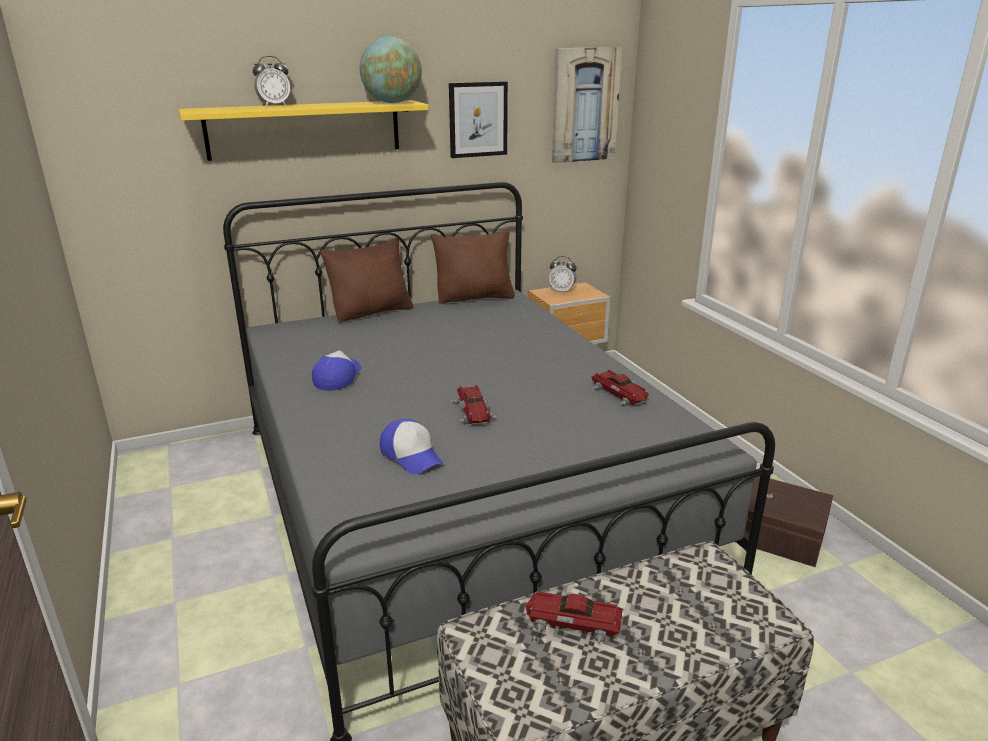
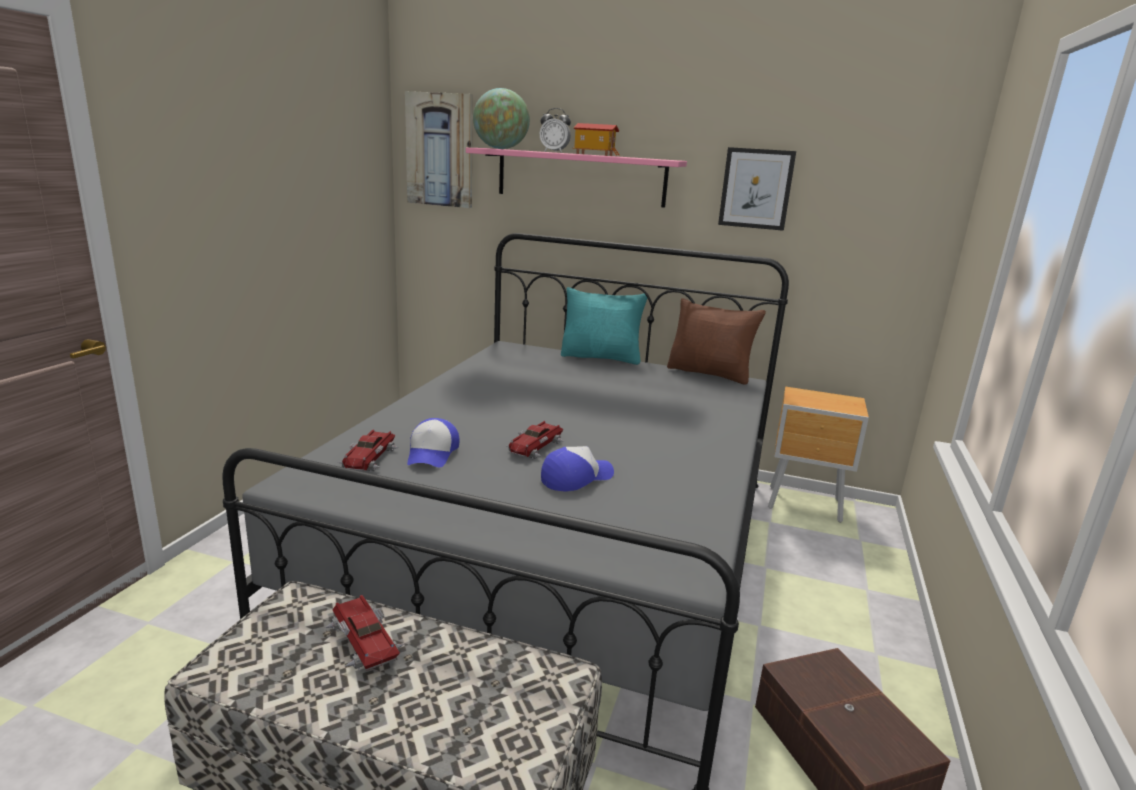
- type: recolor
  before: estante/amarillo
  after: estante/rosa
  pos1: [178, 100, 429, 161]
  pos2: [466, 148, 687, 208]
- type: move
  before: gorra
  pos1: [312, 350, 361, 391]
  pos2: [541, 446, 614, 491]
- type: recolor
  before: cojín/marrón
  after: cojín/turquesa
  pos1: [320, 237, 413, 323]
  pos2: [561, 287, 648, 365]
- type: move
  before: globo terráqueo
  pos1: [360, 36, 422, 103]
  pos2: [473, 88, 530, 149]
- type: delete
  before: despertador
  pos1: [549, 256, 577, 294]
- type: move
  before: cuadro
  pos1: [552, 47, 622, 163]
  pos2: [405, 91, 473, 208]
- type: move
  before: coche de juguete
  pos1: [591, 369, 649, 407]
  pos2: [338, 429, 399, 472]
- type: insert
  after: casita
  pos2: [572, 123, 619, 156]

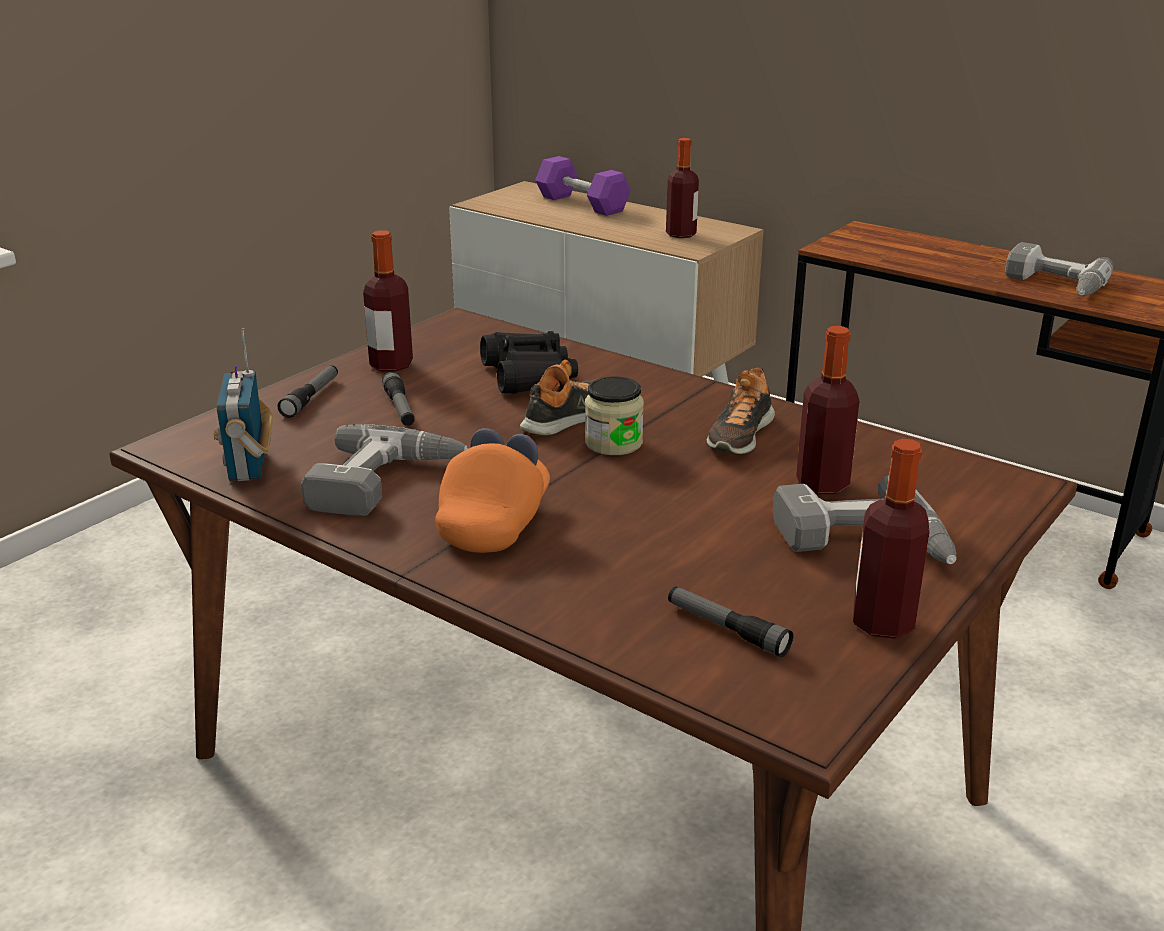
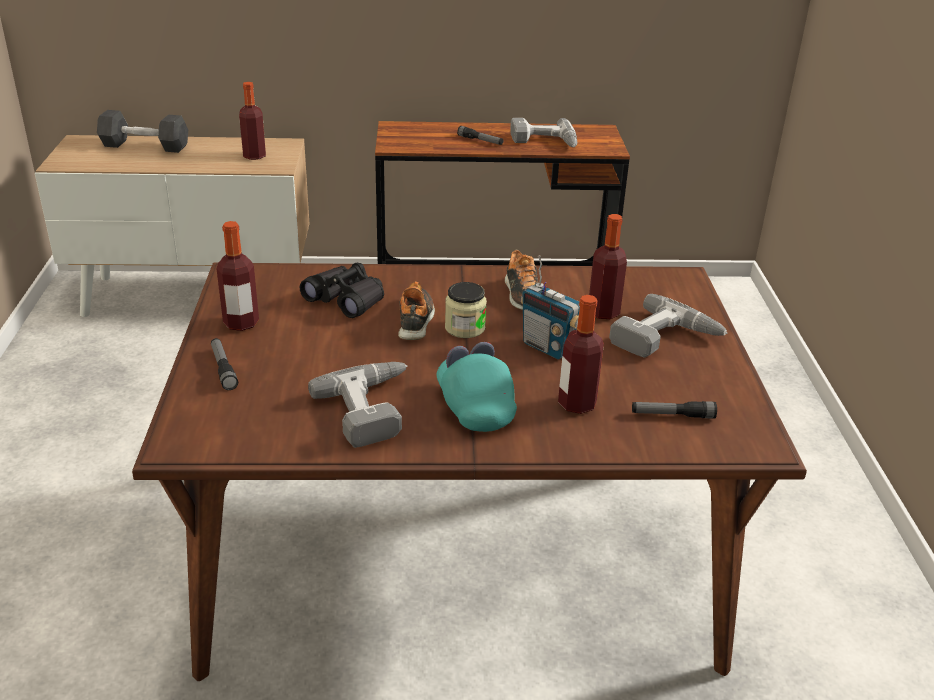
- type: move
  before: radio
  pos1: [213, 328, 273, 481]
  pos2: [521, 255, 580, 360]
- type: move
  before: linterna
  pos1: [382, 372, 415, 426]
  pos2: [457, 126, 504, 145]
- type: recolor
  before: gorra/naranja
  after: gorra/turquesa
  pos1: [435, 428, 550, 553]
  pos2: [436, 342, 517, 432]
- type: recolor
  before: mancuerna/morado
  after: mancuerna/negro
  pos1: [535, 156, 631, 216]
  pos2: [97, 110, 188, 153]
- type: move
  before: botella
  pos1: [853, 439, 930, 639]
  pos2: [558, 295, 604, 414]

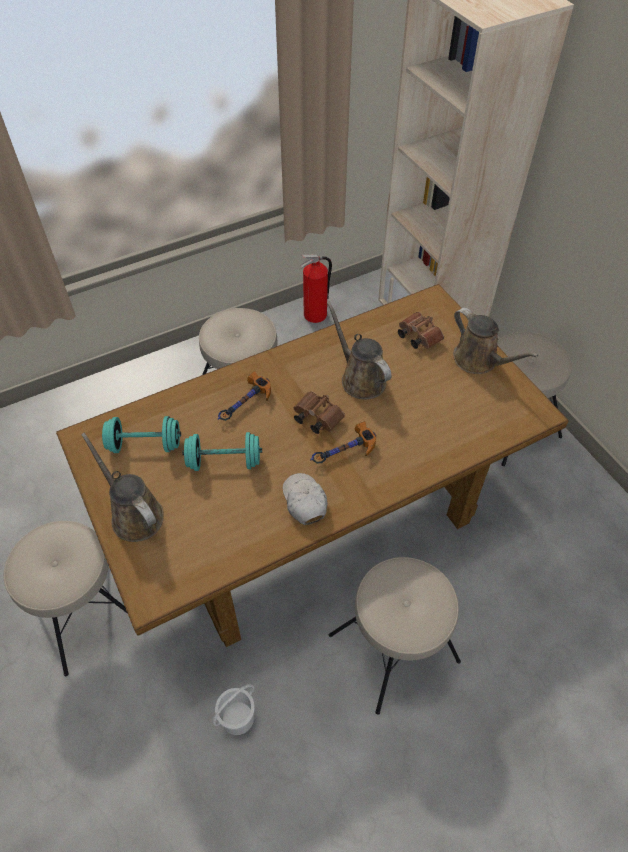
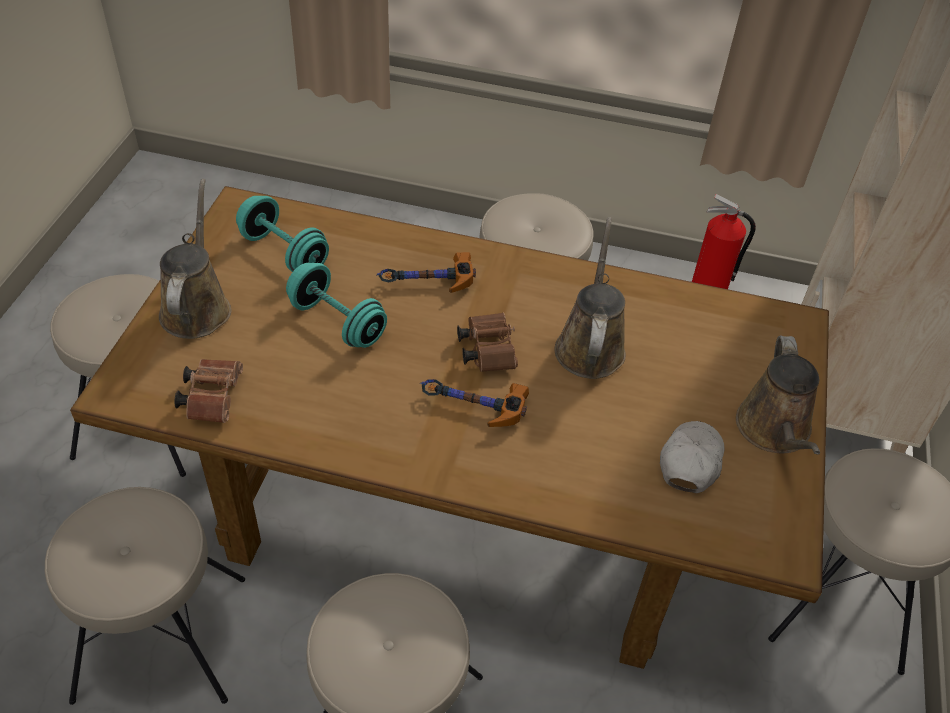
- type: replace
  before: cubo/blanco
  after: taburete/beis
  pos1: [212, 684, 255, 735]
  pos2: [45, 487, 245, 705]
- type: move
  before: gorra/blanco
  pos1: [283, 473, 327, 525]
  pos2: [660, 421, 725, 493]
- type: move
  before: prismáticos/marrón
  pos1: [398, 312, 444, 349]
  pos2: [174, 359, 243, 423]

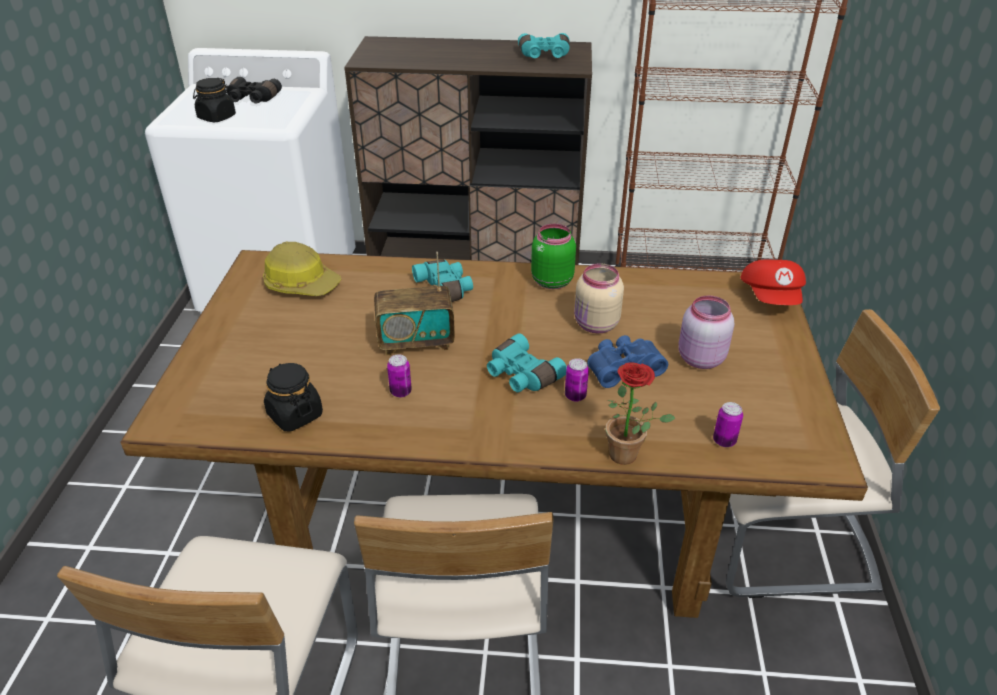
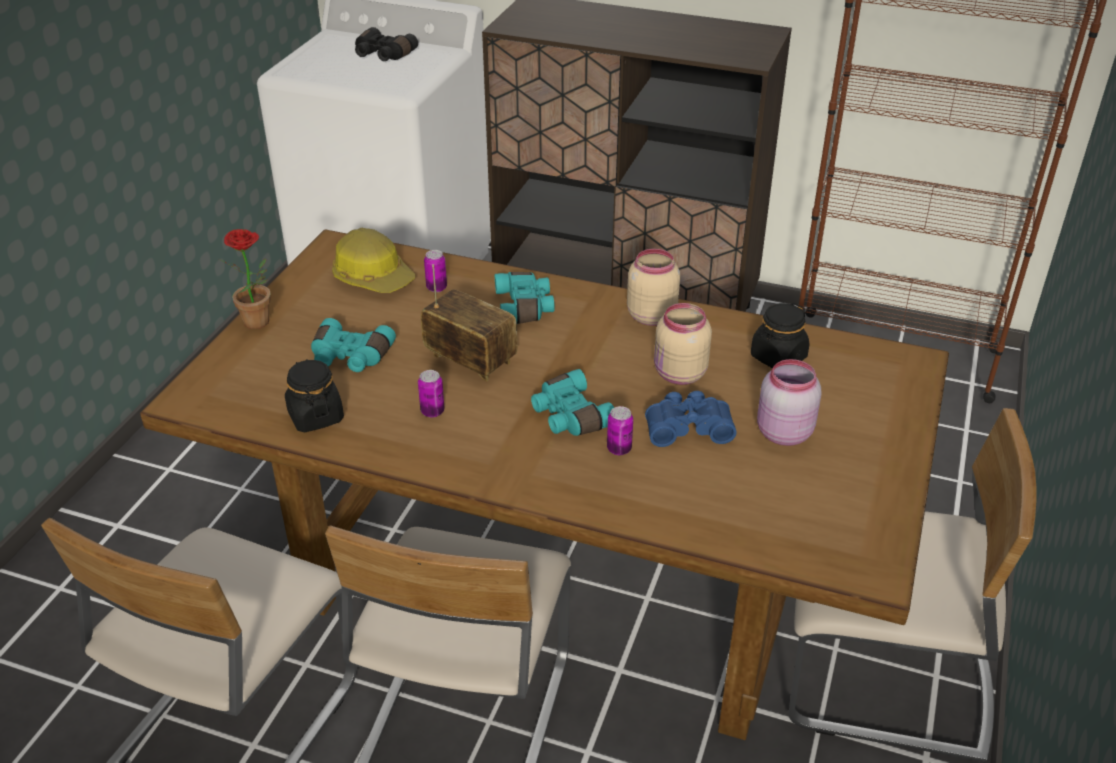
- type: move
  before: tarro/negro
  pos1: [193, 78, 236, 122]
  pos2: [751, 303, 810, 368]
- type: rotate
  before: radio
  pos1: [374, 252, 455, 355]
  pos2: [421, 264, 517, 381]
  turn: -150
- type: move
  before: prismáticos/turquesa
  pos1: [518, 33, 570, 58]
  pos2: [311, 318, 396, 372]
- type: recolor
  before: tarro/verde
  after: tarro/beis
  pos1: [531, 224, 576, 289]
  pos2: [627, 249, 680, 326]
- type: move
  before: planta en maceta
  pos1: [605, 363, 676, 465]
  pos2: [219, 229, 271, 329]
- type: move
  before: lata
  pos1: [713, 402, 743, 447]
  pos2: [424, 250, 447, 292]
- type: delete
  before: gorra/rojo
  pos1: [740, 259, 806, 305]

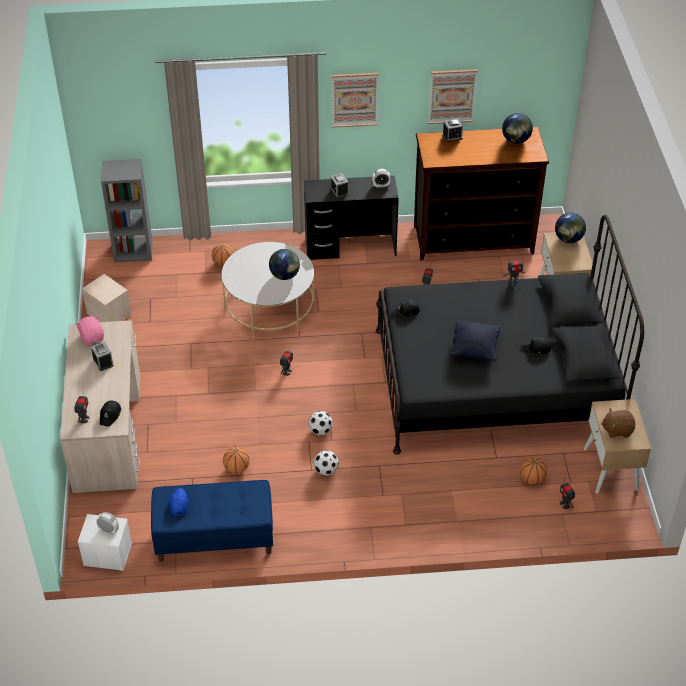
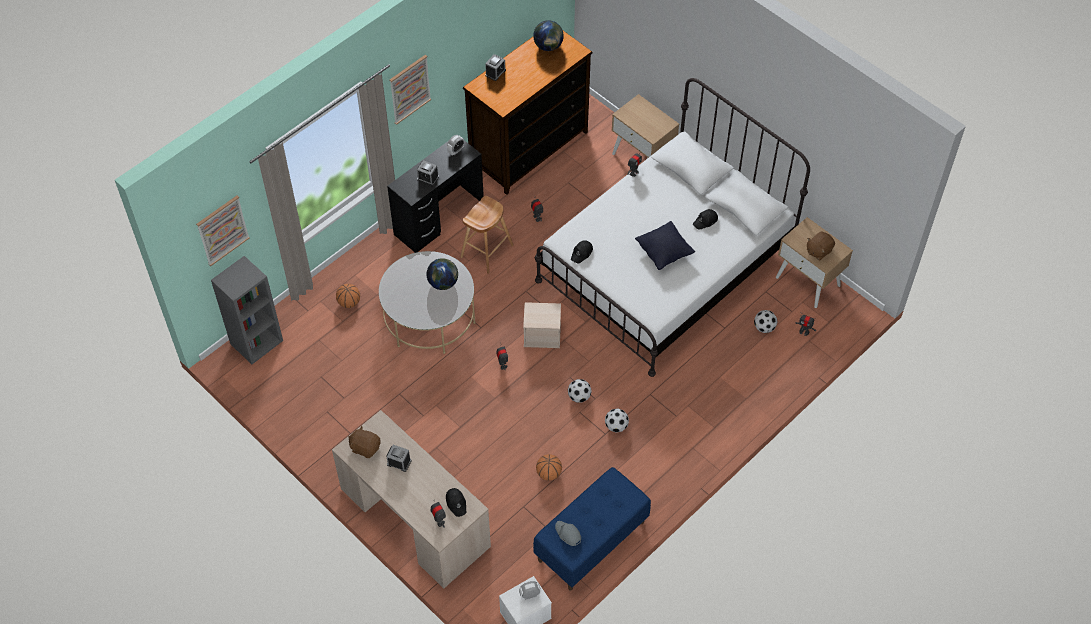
- type: recolor
  before: peluche/rosa
  after: peluche/marrón
  pos1: [75, 316, 104, 345]
  pos2: [348, 426, 381, 458]
- type: move
  before: caja de almacenaje/beis
  pos1: [82, 274, 132, 322]
  pos2: [523, 302, 561, 348]
- type: recolor
  before: gorra/azul
  after: gorra/gris
  pos1: [169, 488, 189, 516]
  pos2: [555, 521, 581, 546]
- type: recolor
  before: cama/negro
  after: cama/blanco
  pos1: [376, 215, 644, 455]
  pos2: [535, 78, 810, 377]
- type: move
  before: cuadro
  pos1: [428, 69, 478, 124]
  pos2: [196, 196, 250, 266]
- type: replace
  before: balón de baloncesto
  after: balón de fútbol
  pos1: [520, 458, 547, 485]
  pos2: [754, 310, 777, 333]
- type: delete
  before: globo terráqueo
  pos1: [555, 213, 586, 243]
- type: insert
  after: taburete/marrón
  pos2: [460, 196, 514, 274]

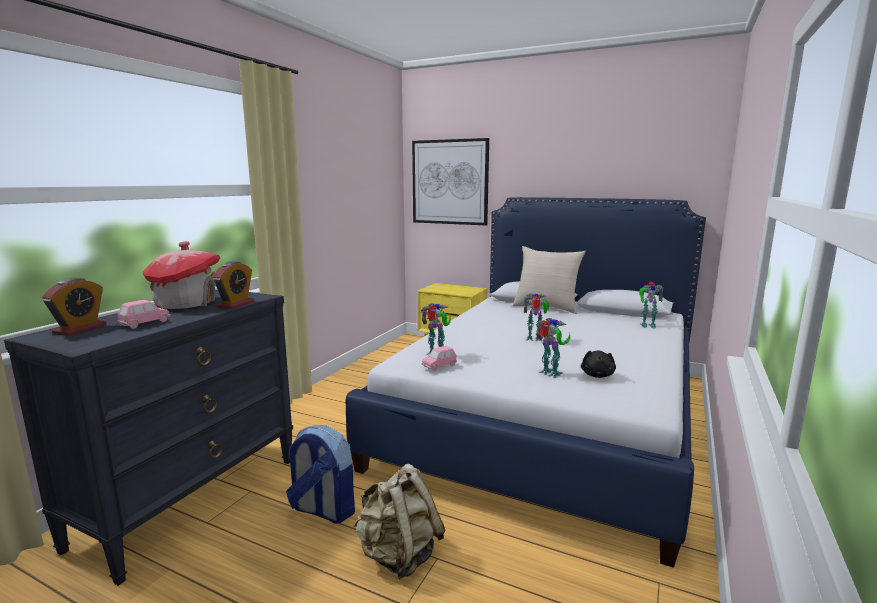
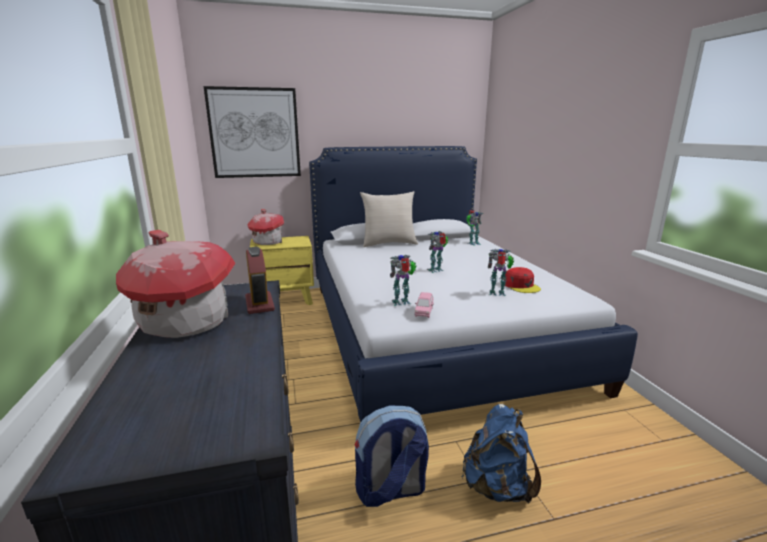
- type: delete
  before: despertador
  pos1: [42, 278, 107, 336]
- type: delete
  before: coche de juguete/rosa
  pos1: [117, 300, 170, 329]
- type: recolor
  before: mochila/beis
  after: mochila/azul
  pos1: [354, 464, 445, 579]
  pos2: [462, 404, 541, 503]
- type: replace
  before: peluche/negro
  after: gorra/rojo
  pos1: [581, 350, 616, 378]
  pos2: [503, 267, 541, 293]
- type: insert
  after: casita
  pos2: [248, 209, 284, 245]

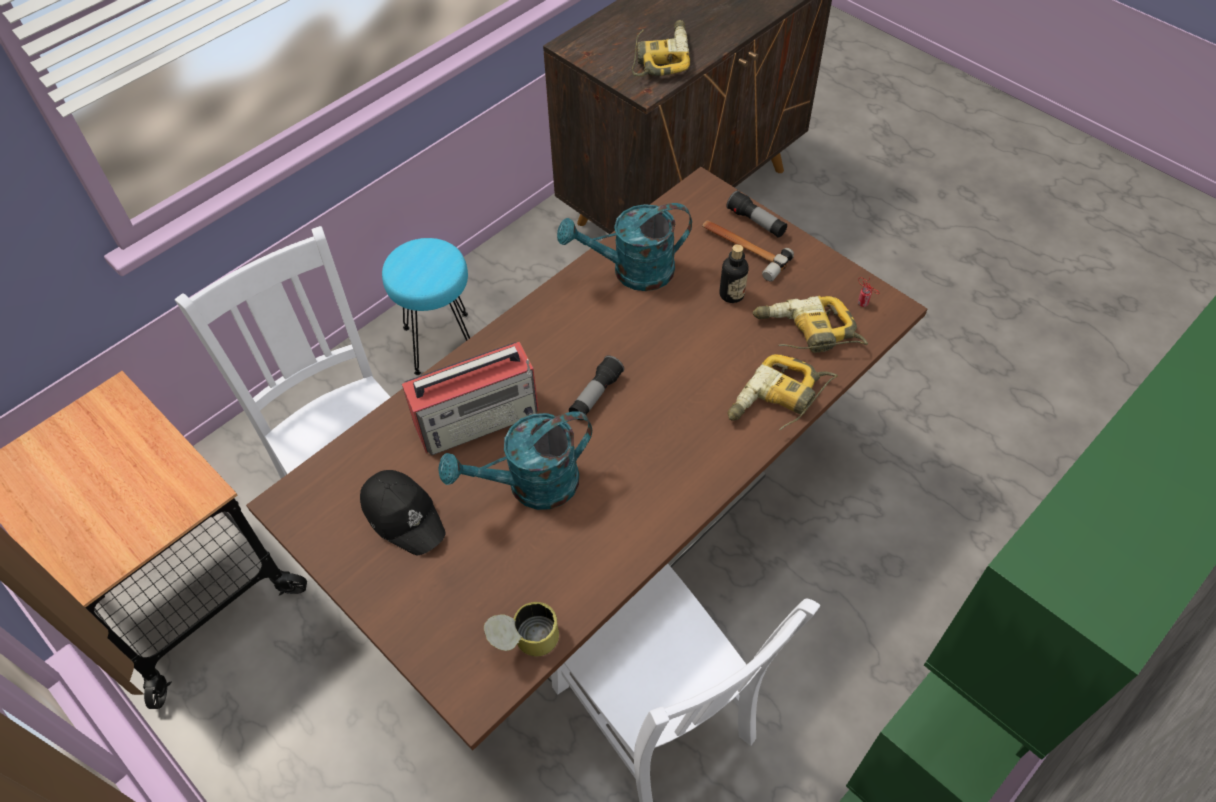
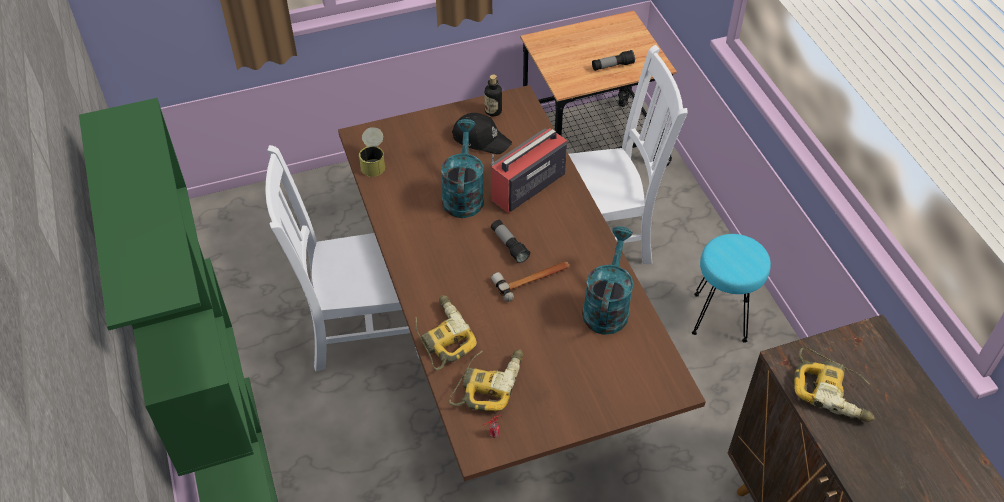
- type: rotate
  before: gorra/negro
  pos1: [360, 470, 446, 555]
  pos2: [452, 113, 512, 154]
  turn: -135
- type: rotate
  before: radio
  pos1: [402, 342, 539, 455]
  pos2: [490, 128, 567, 213]
  turn: 45
- type: move
  before: martillo
  pos1: [702, 220, 794, 282]
  pos2: [491, 261, 570, 302]
- type: move
  before: botella
  pos1: [719, 244, 749, 303]
  pos2: [484, 75, 502, 116]
- type: move
  before: linterna
  pos1: [726, 190, 787, 238]
  pos2: [592, 50, 635, 71]

